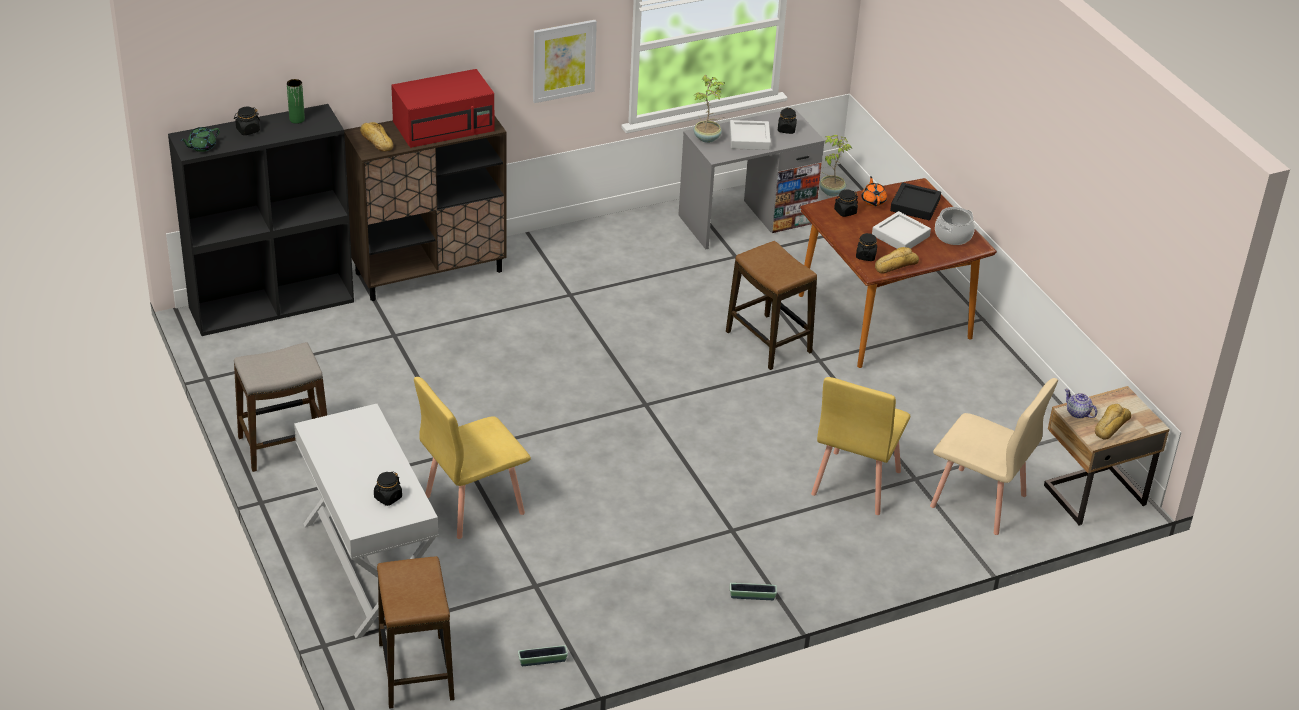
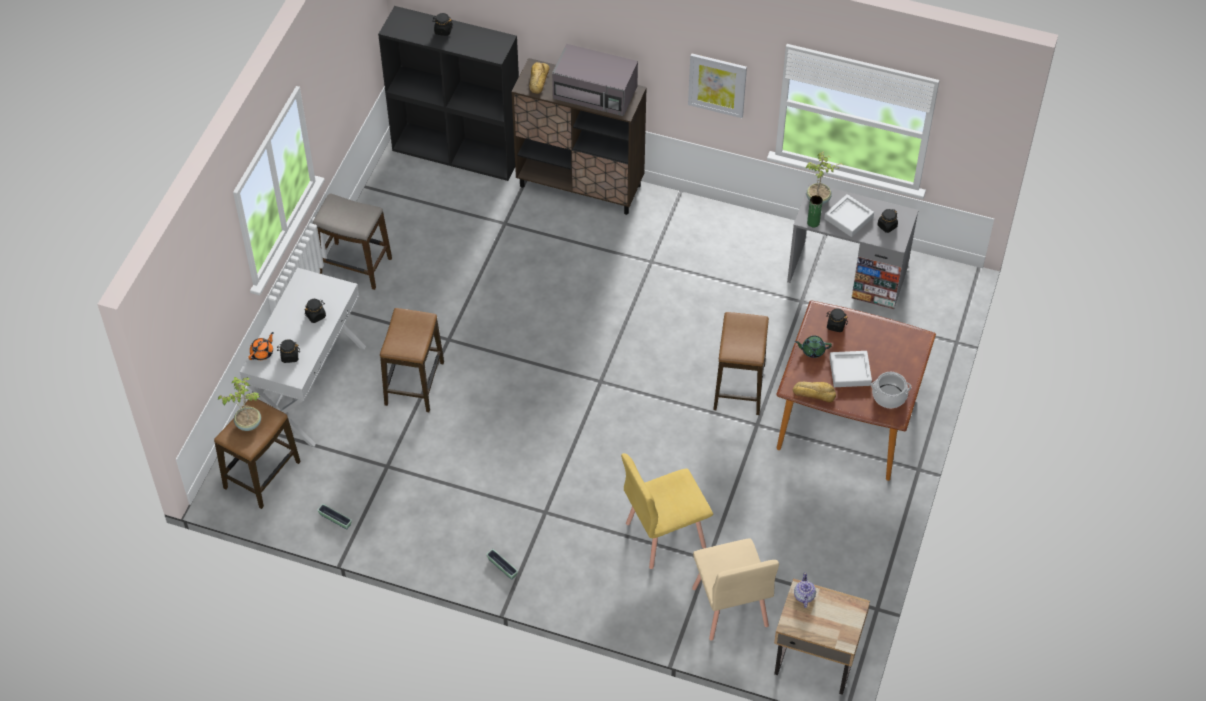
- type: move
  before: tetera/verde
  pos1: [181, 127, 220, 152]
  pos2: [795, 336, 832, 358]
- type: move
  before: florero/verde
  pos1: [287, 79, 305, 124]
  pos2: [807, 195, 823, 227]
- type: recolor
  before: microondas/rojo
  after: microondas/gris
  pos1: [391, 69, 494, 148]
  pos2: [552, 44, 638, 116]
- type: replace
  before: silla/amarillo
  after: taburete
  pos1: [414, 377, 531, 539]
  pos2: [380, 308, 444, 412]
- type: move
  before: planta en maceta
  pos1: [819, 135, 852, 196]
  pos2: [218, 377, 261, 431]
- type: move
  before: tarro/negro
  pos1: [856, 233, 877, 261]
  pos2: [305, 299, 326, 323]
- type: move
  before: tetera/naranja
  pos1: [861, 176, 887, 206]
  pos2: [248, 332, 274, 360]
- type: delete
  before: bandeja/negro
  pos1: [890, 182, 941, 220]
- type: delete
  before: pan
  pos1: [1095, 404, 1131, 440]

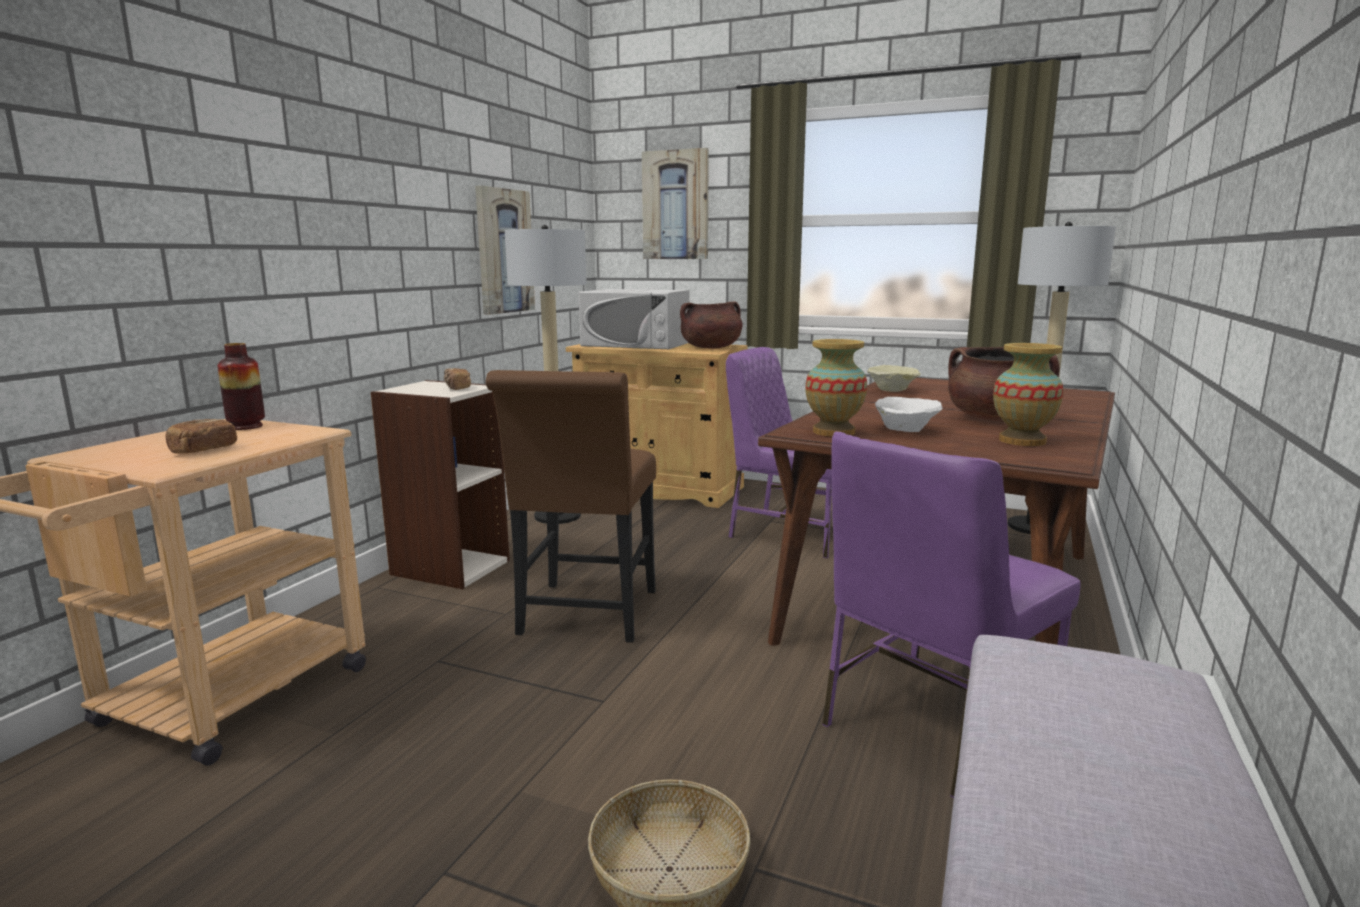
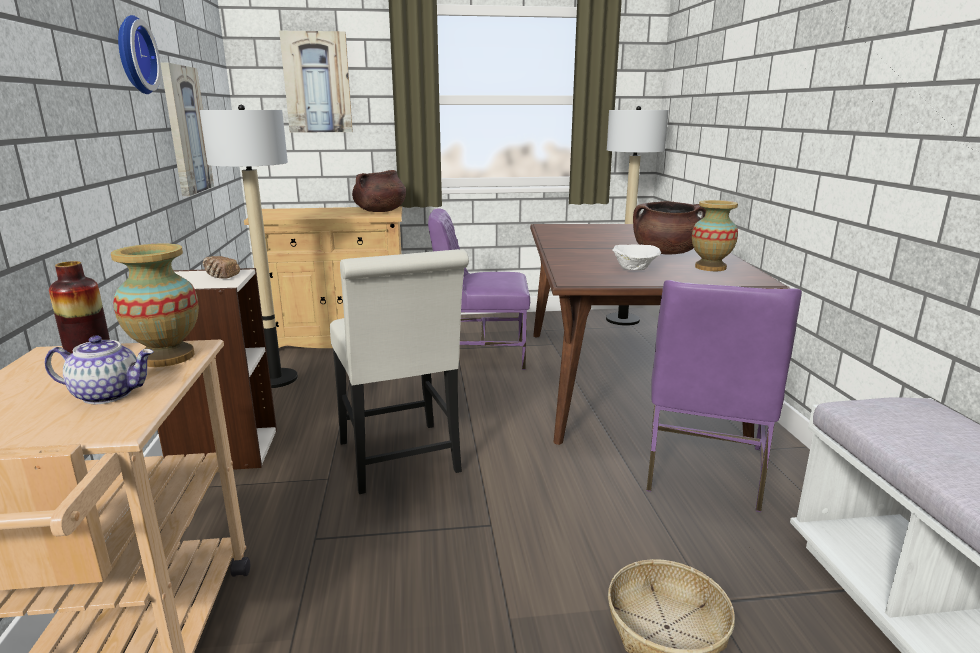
- type: replace
  before: pan
  after: tetera
  pos1: [166, 419, 237, 454]
  pos2: [45, 335, 154, 404]
- type: recolor
  before: silla/marrón
  after: silla/blanco
  pos1: [486, 370, 656, 643]
  pos2: [330, 249, 469, 494]
- type: delete
  before: microondas/blanco
  pos1: [579, 289, 690, 349]
- type: move
  before: florero
  pos1: [805, 339, 867, 437]
  pos2: [111, 243, 199, 367]
- type: delete
  before: cuenco/beis
  pos1: [867, 365, 921, 392]
- type: insert
  after: reloj de pared
  pos2: [118, 15, 161, 94]

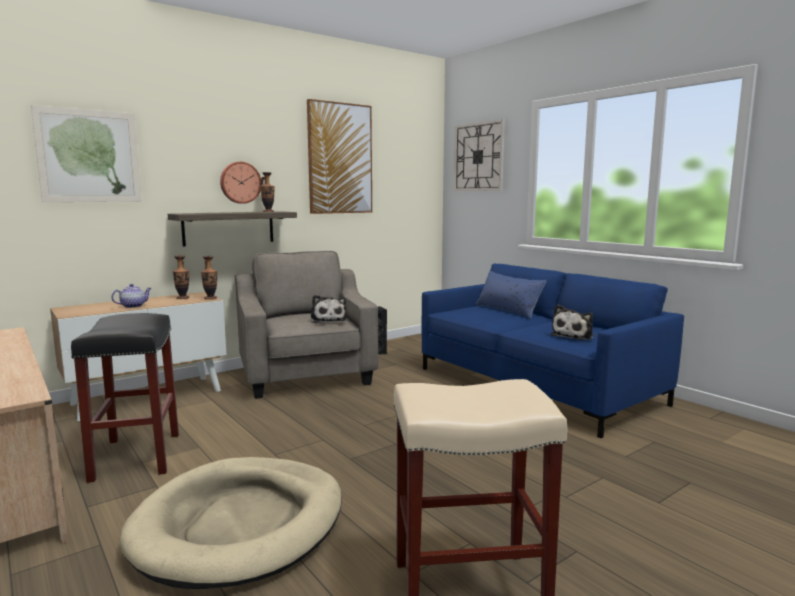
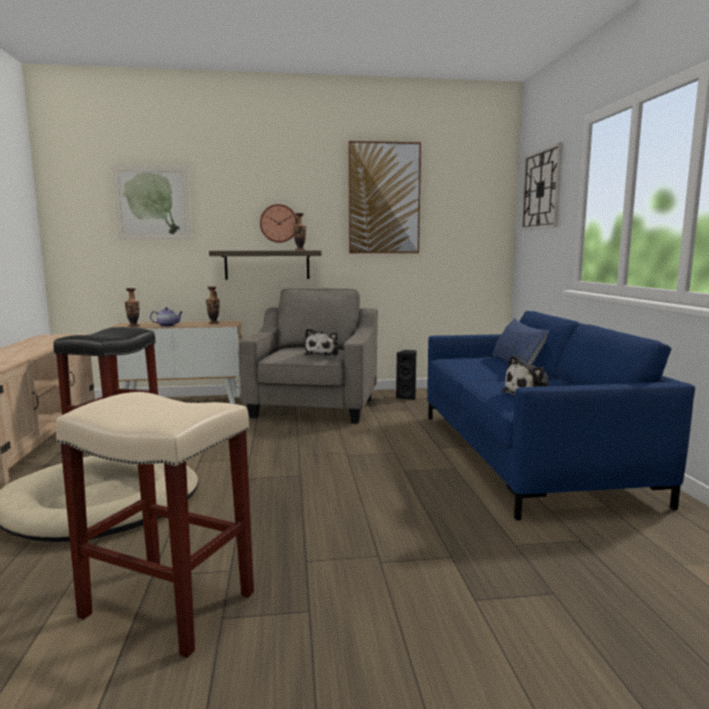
- type: move
  before: florero
  pos1: [201, 256, 217, 300]
  pos2: [125, 288, 140, 327]

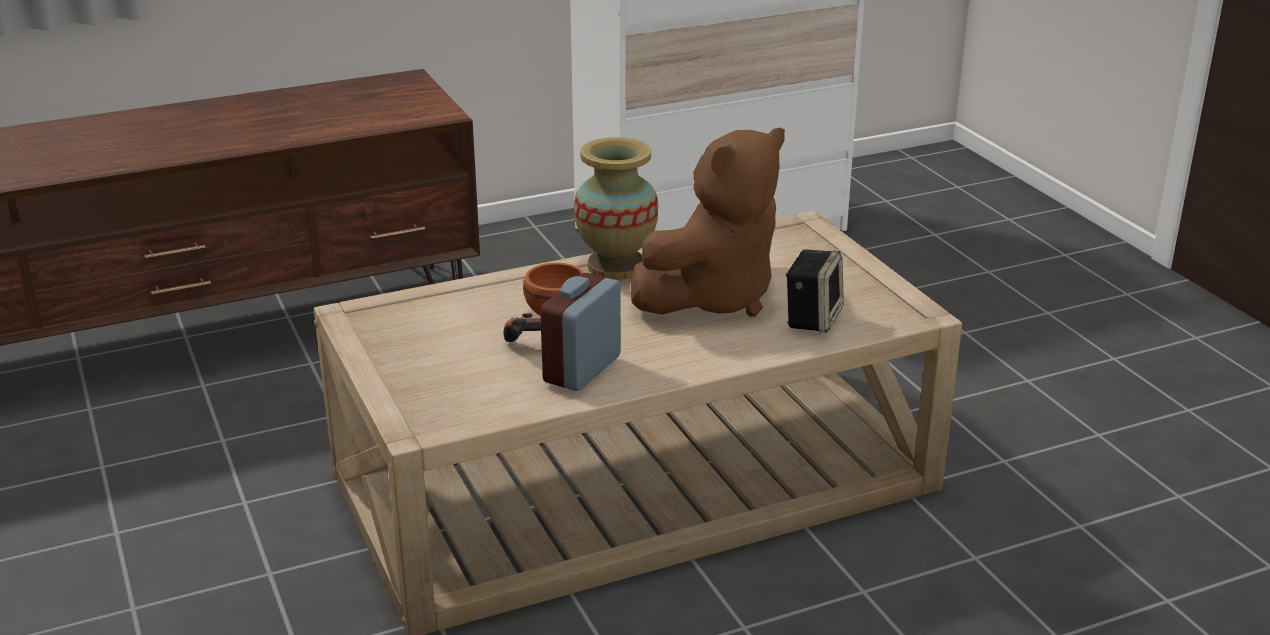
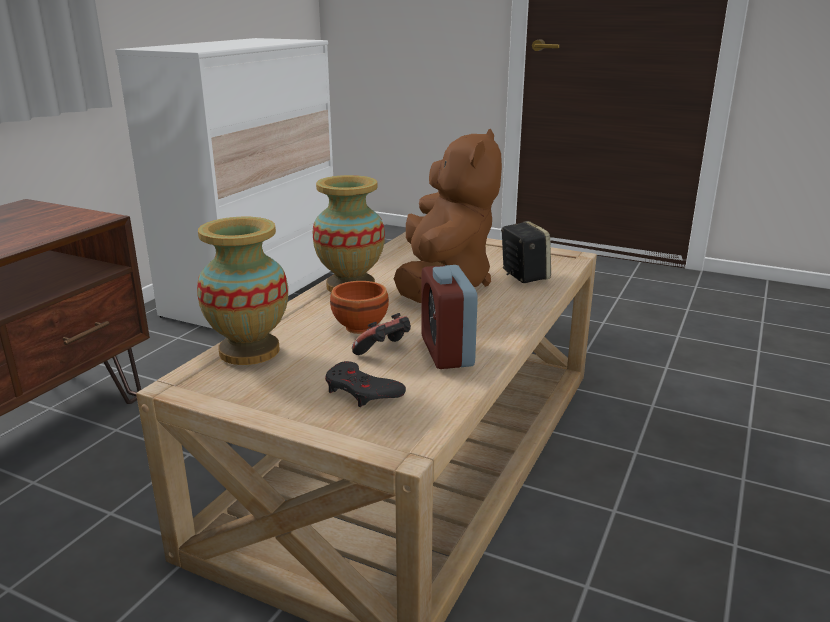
- type: insert
  after: florero
  pos2: [197, 217, 288, 365]
- type: insert
  after: mando de consola/gris
  pos2: [325, 361, 406, 407]

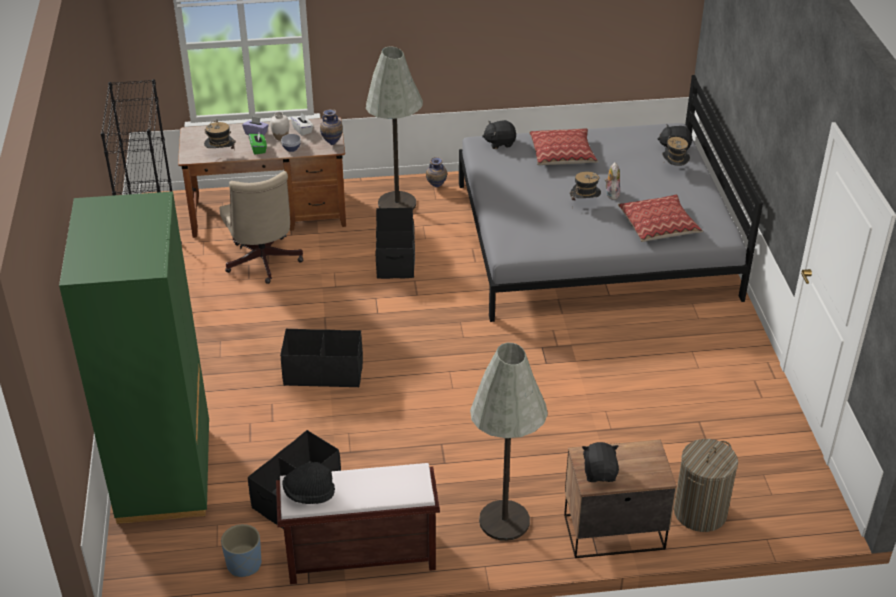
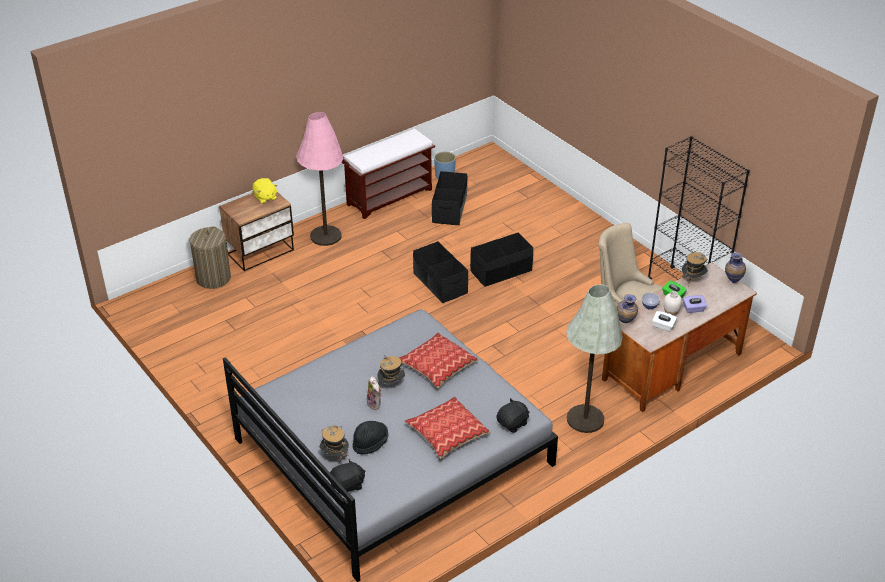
- type: delete
  before: armario ropero/verde
  pos1: [59, 191, 209, 524]
- type: move
  before: sombrero/negro
  pos1: [282, 462, 335, 504]
  pos2: [353, 421, 388, 454]
- type: move
  before: caja de almacenaje/negro
  pos1: [376, 208, 415, 279]
  pos2: [413, 241, 468, 303]
- type: move
  before: florero
  pos1: [426, 157, 447, 187]
  pos2: [725, 252, 746, 283]
- type: recolor
  before: lámpara de pie/gris
  after: lámpara de pie/rosa
  pos1: [470, 343, 548, 541]
  pos2: [296, 112, 343, 246]
- type: recolor
  before: peluche/negro
  after: peluche/amarillo
  pos1: [582, 442, 619, 482]
  pos2: [253, 178, 277, 204]
- type: move
  before: cojín
  pos1: [618, 194, 703, 242]
  pos2: [399, 333, 479, 389]

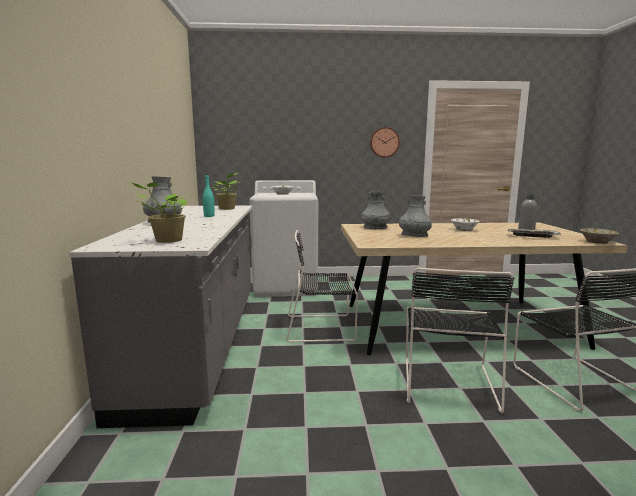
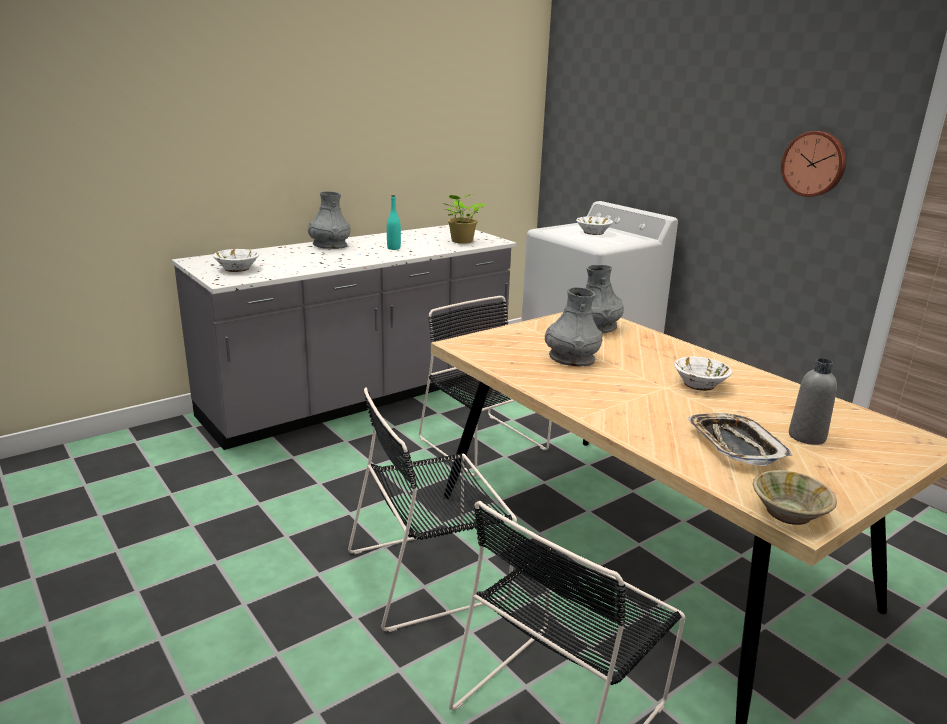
- type: replace
  before: planta en maceta
  after: cuenco/blanco
  pos1: [132, 182, 188, 243]
  pos2: [213, 249, 259, 272]

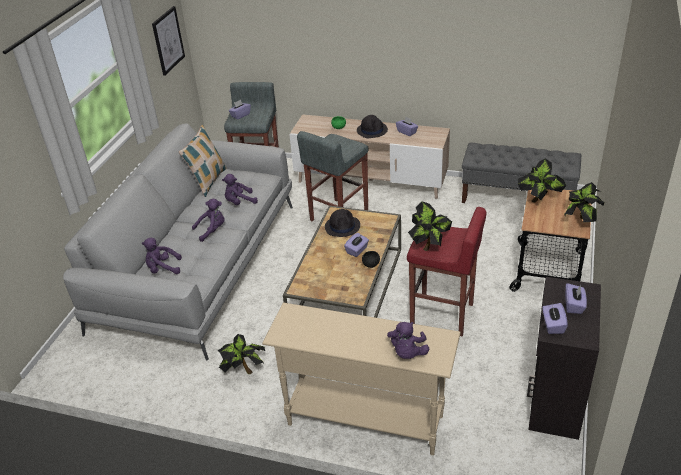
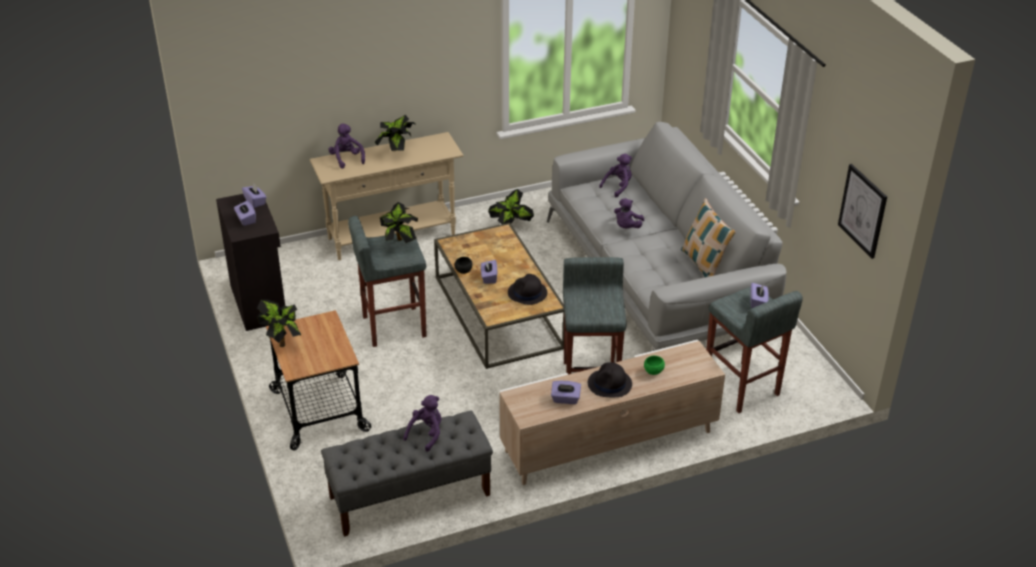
- type: move
  before: peluche/morado
  pos1: [222, 174, 258, 205]
  pos2: [403, 395, 441, 452]
- type: recolor
  before: taburete/rojo
  after: taburete/gris
  pos1: [407, 207, 486, 336]
  pos2: [348, 216, 427, 347]
- type: move
  before: planta en maceta
  pos1: [518, 159, 566, 203]
  pos2: [374, 115, 415, 151]

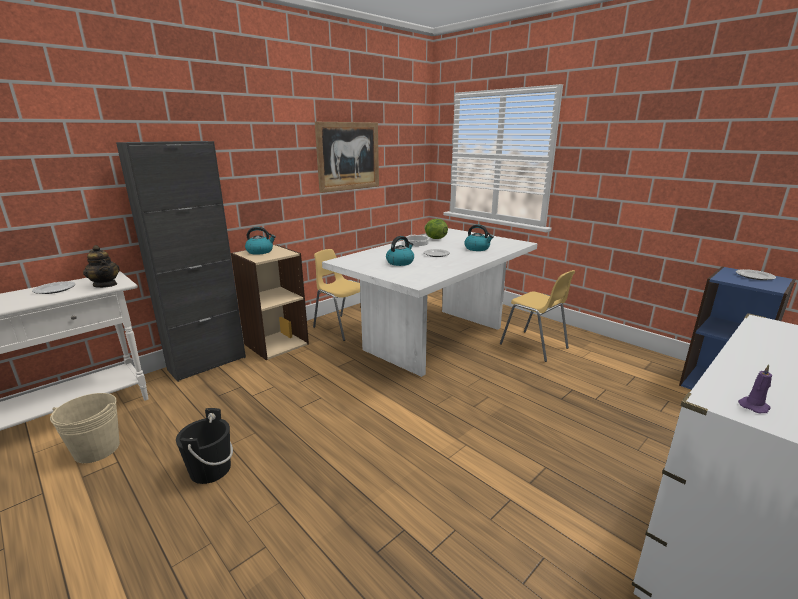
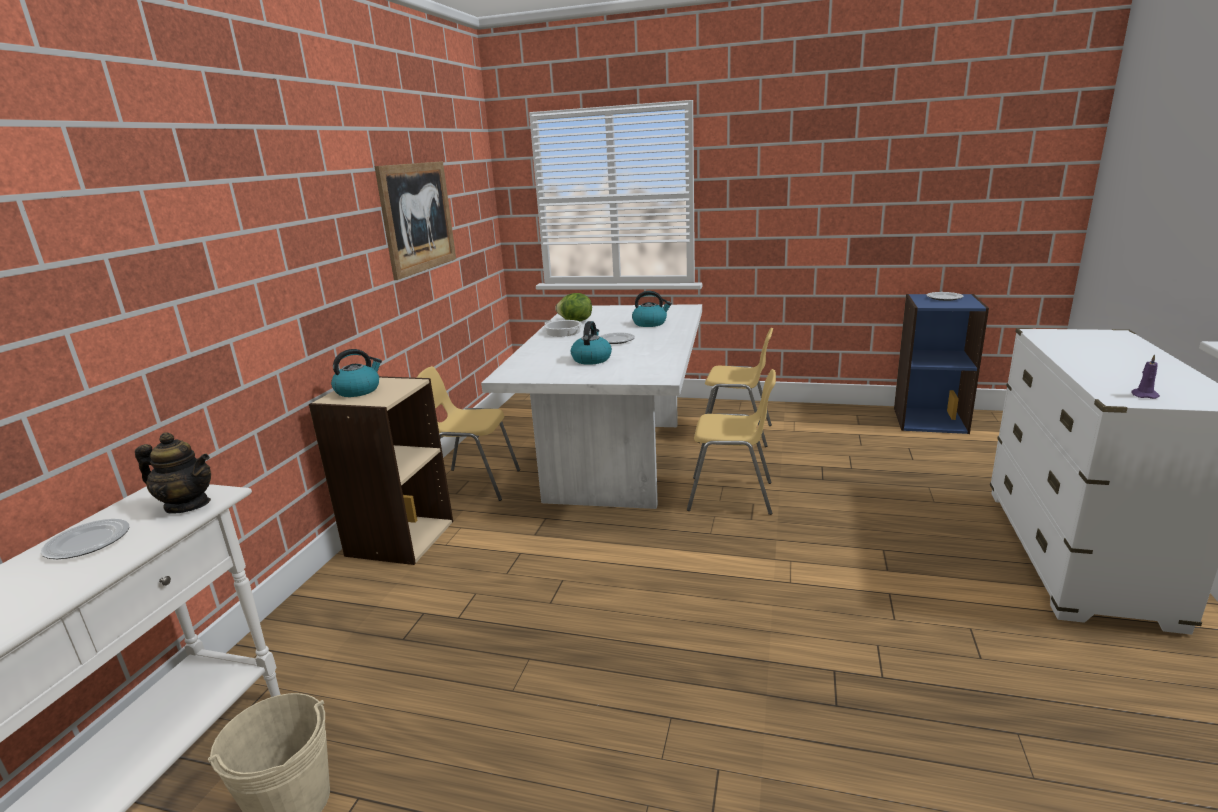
- type: delete
  before: armario/negro
  pos1: [116, 141, 246, 382]
- type: delete
  before: cubo/negro
  pos1: [176, 408, 233, 484]
- type: insert
  after: silla/amarillo
  pos2: [687, 369, 776, 515]

